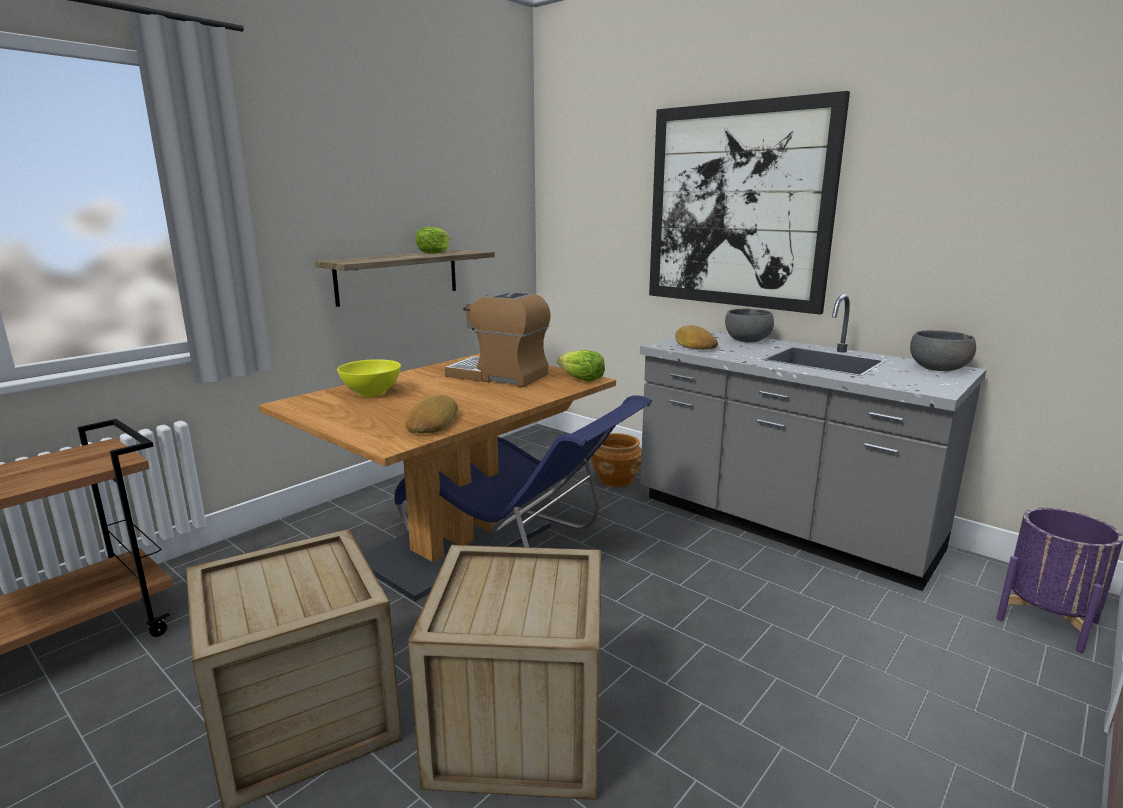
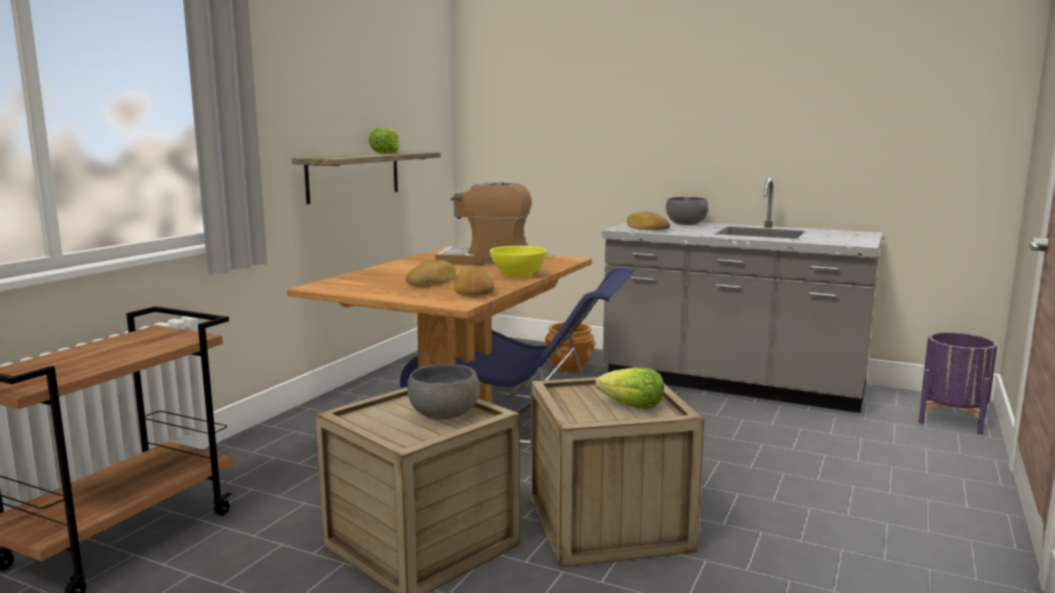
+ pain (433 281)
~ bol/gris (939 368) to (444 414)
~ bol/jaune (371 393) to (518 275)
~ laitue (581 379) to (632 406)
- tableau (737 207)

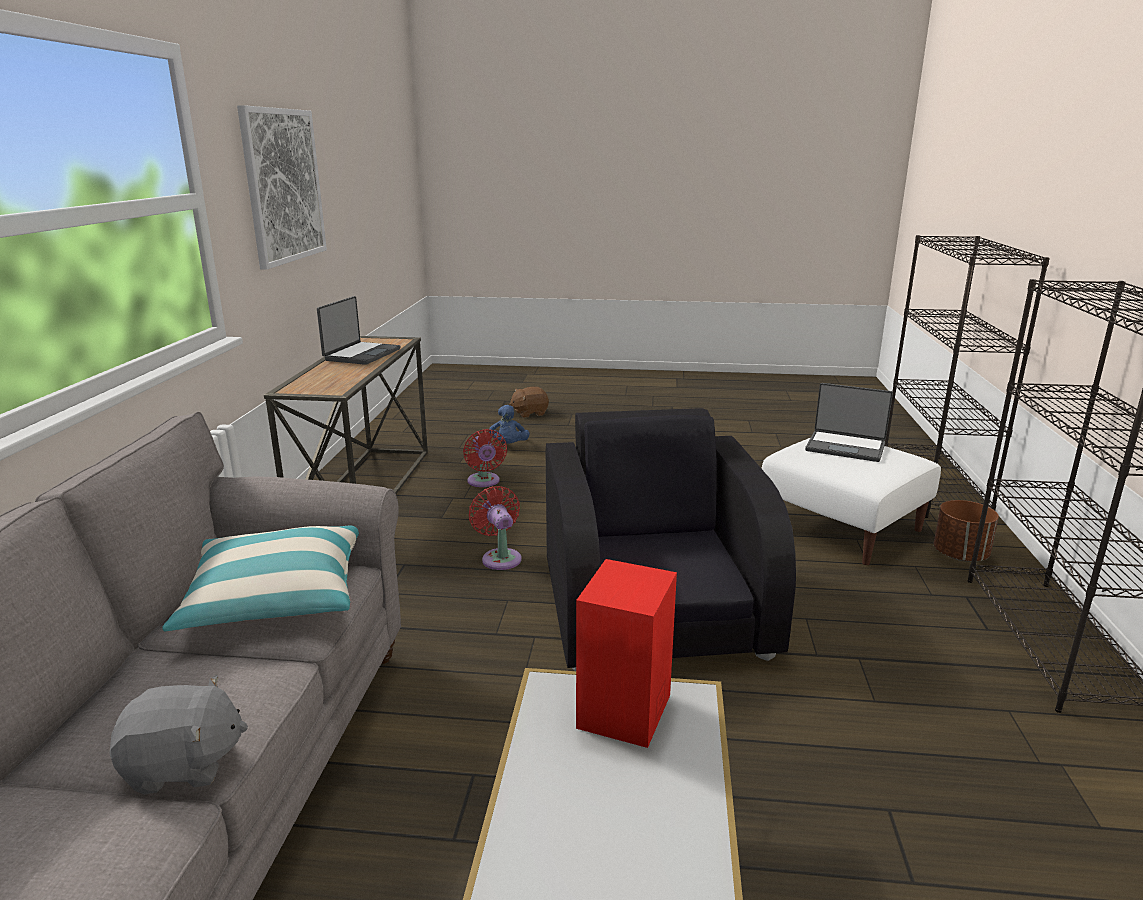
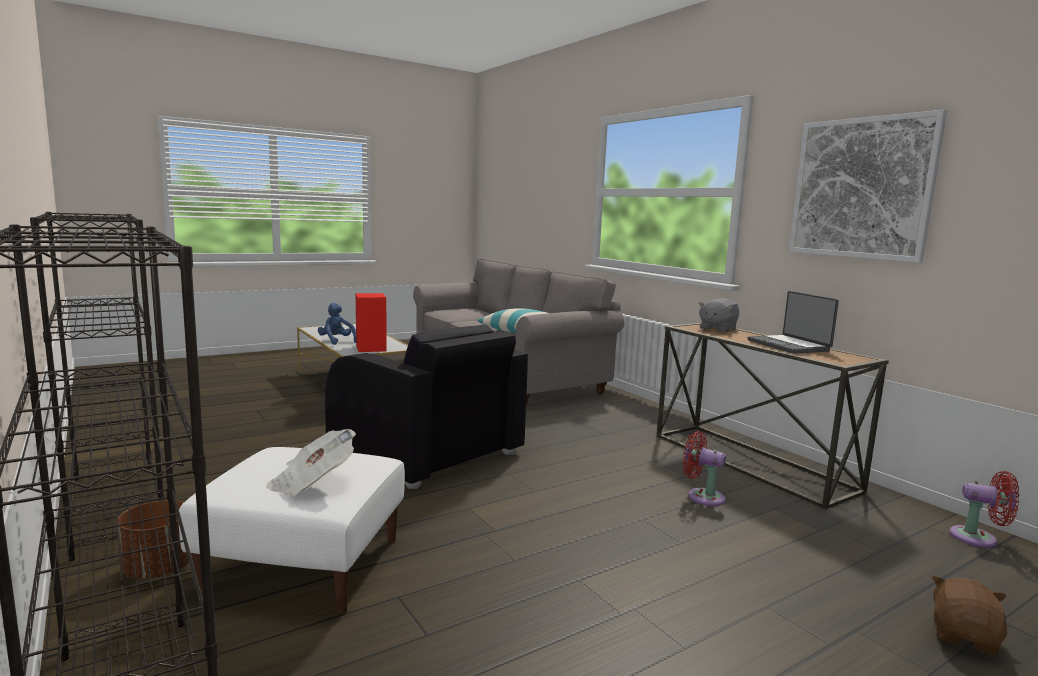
~ ordinateur portable (845 447) to journal (312 483)
~ peluche/bleu (509 446) to (337 341)
~ peluche/gris (184 765) to (717 329)
~ ventilateur/rouge (500 557) to (979 539)

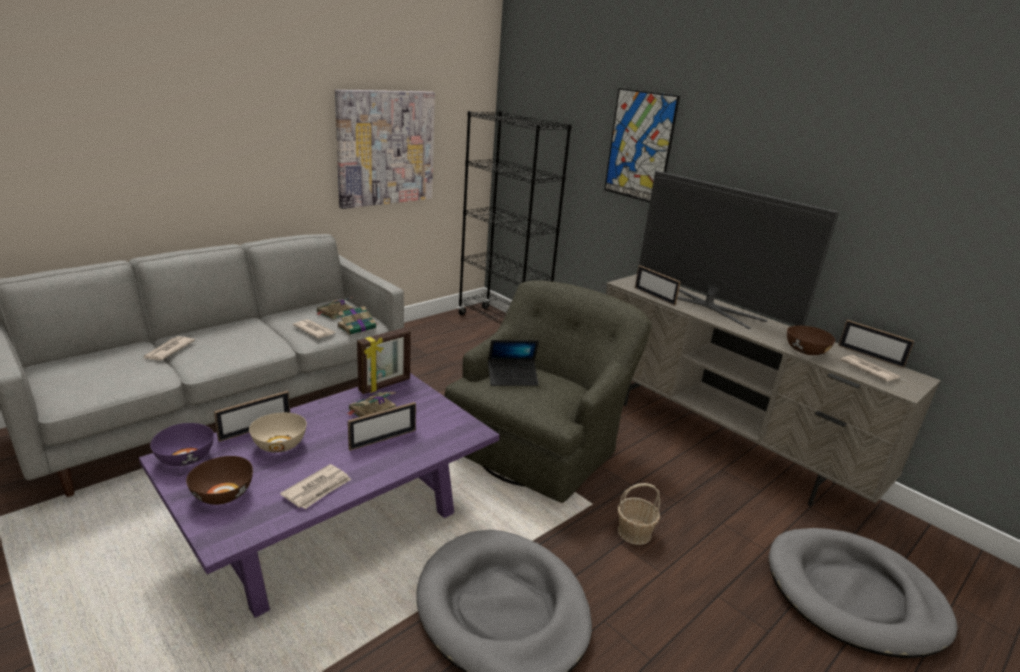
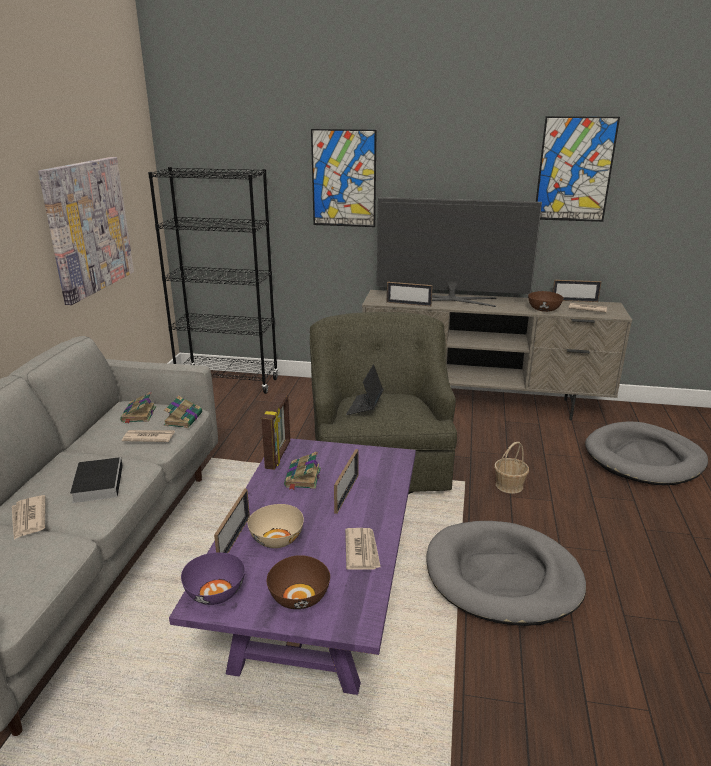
+ livre (98 482)
~ ordinateur portable (512 378) = (365 407) 150 degrees clockwise
+ tableau (574 170)

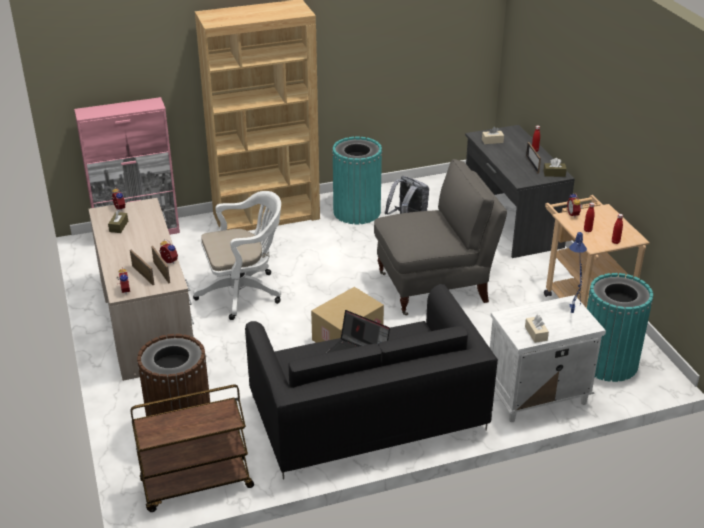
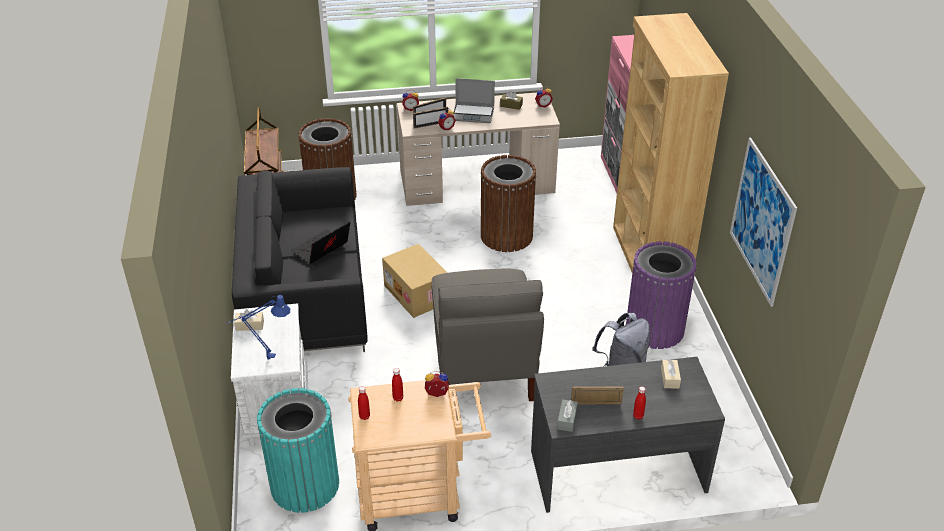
+ ordinateur portable (473 114)
~ chaise de bureau/blanc (244 292) to poubelle/marron (506 236)
~ boîte à mouchoirs/marron (554 174) to boîte à mouchoirs/gris (567 419)
~ poubelle/turquoise (357 212) to poubelle/violet (654 329)
+ tableau (761 221)

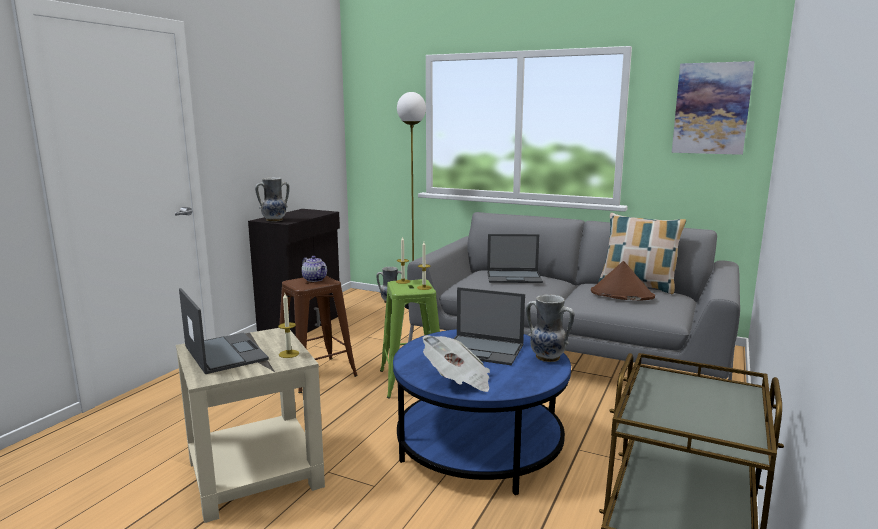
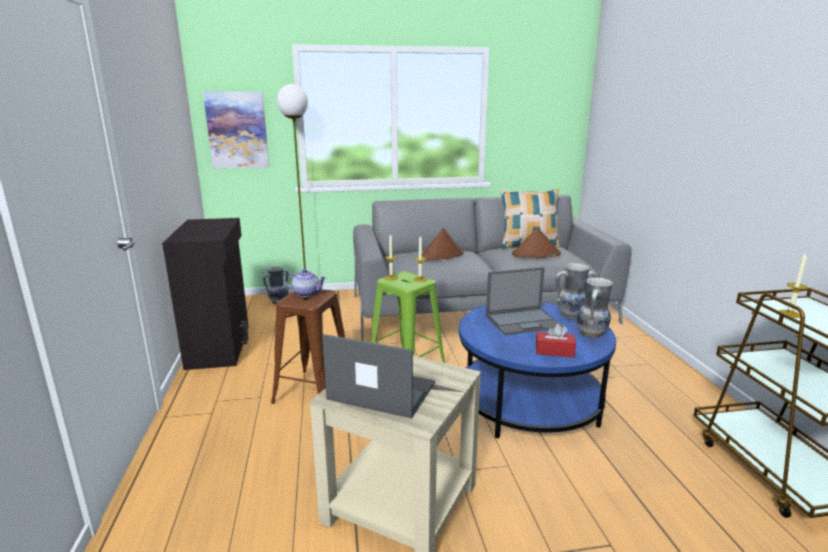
~ tableau (711 108) to (237 130)
~ ordinateur portable (514 277) to chapeau/marron (442 255)
~ journal (458 380) to boîte à mouchoirs/rouge (554 351)
~ vase (274 220) to (592 333)
~ bougie (289 354) to (789 314)

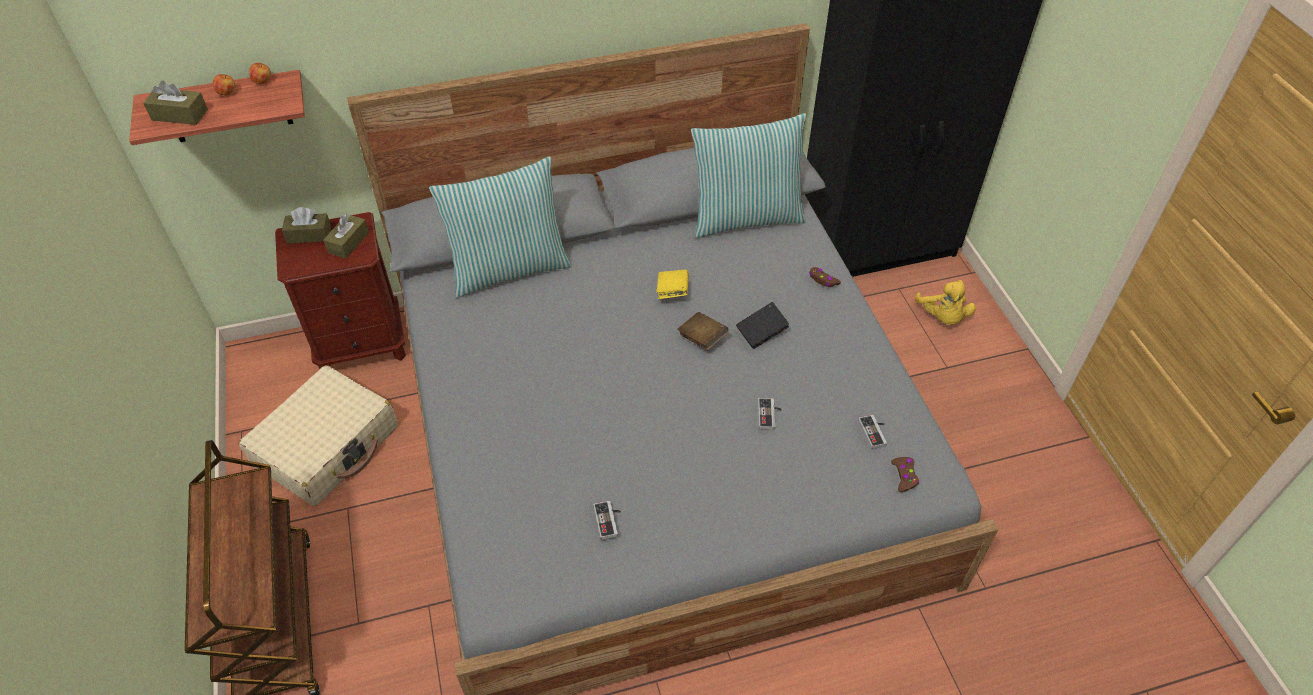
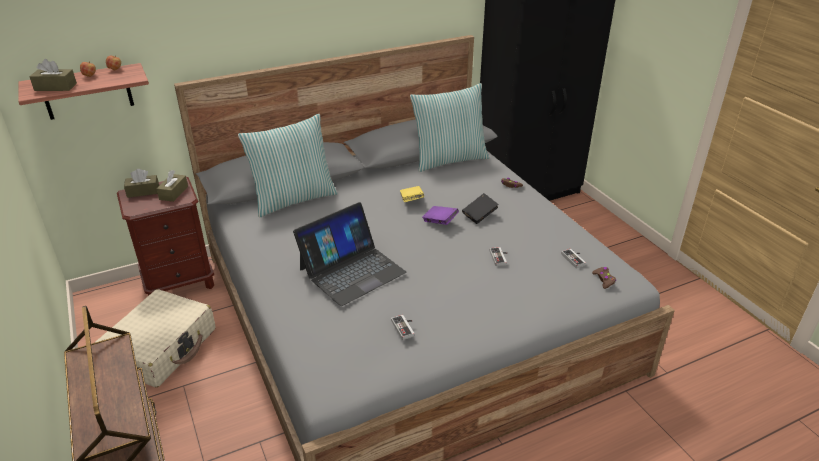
+ ordinateur portable (352 270)
~ livre/marron (702 338) to livre/violet (440 222)
- peluche/jaune (942 317)

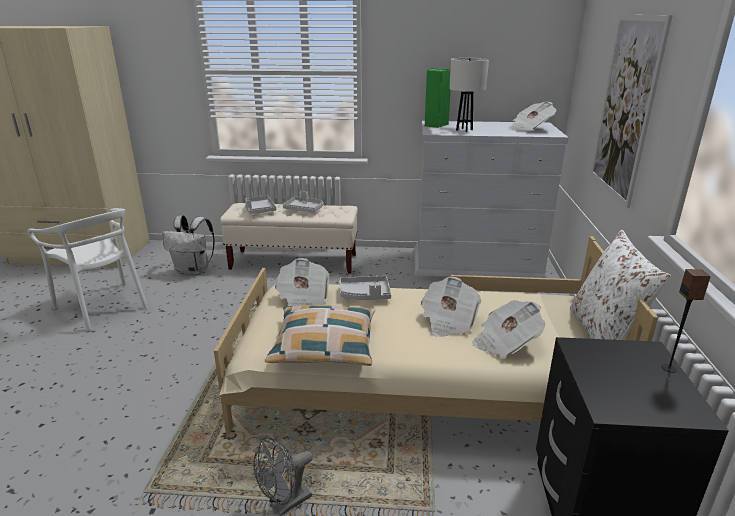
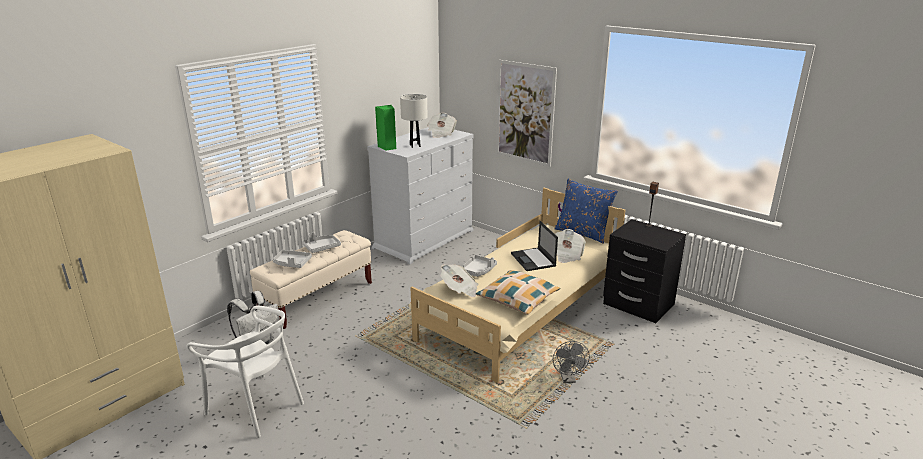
~ chaise/blanc (103 306) = (256 406) 45 degrees clockwise
~ journal (448 321) to ordinateur portable (533 260)
~ coussin/blanc (604 335) to coussin/bleu (583 233)

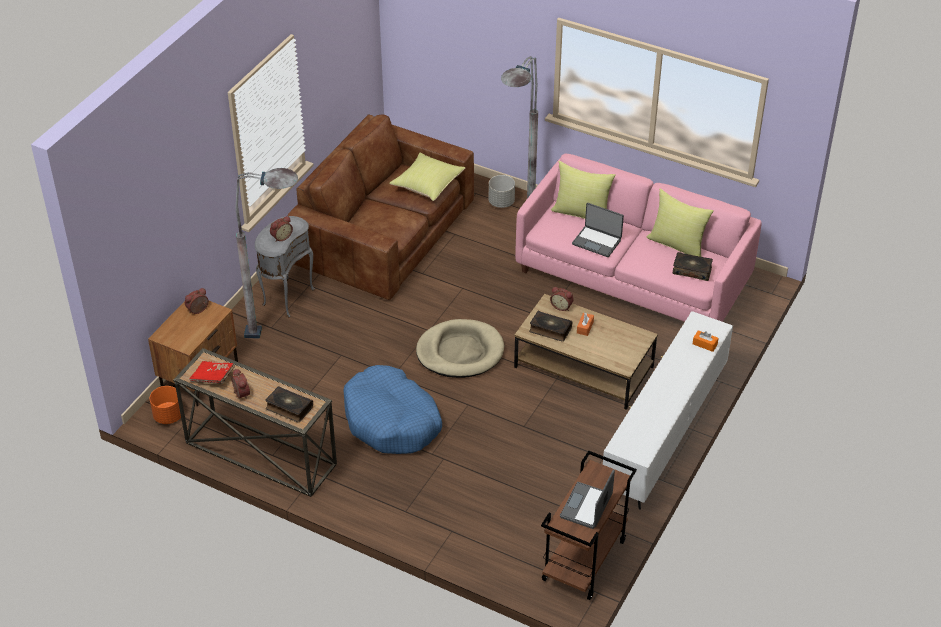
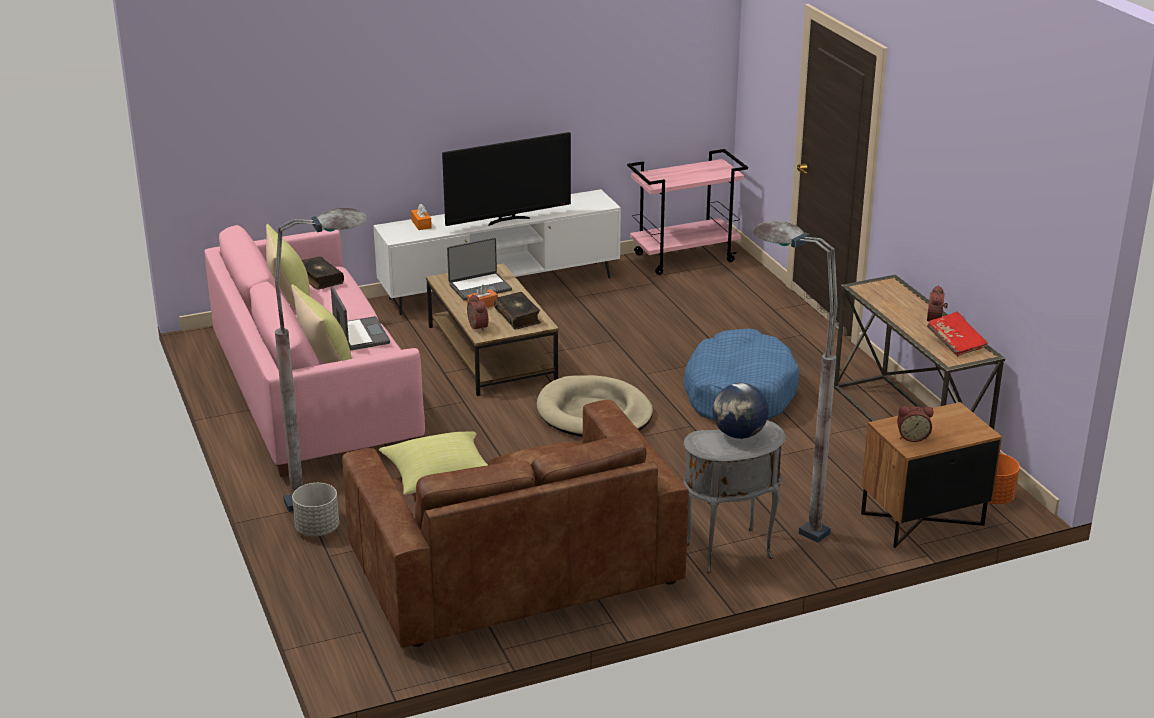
+ téléviseur (508 220)
~ ordinateur portable (587 507) to (479 287)
~ chariot/marron (584 561) to chariot/rose (685 257)
~ réveil (281 237) to globe (738 434)
- livre (289 408)

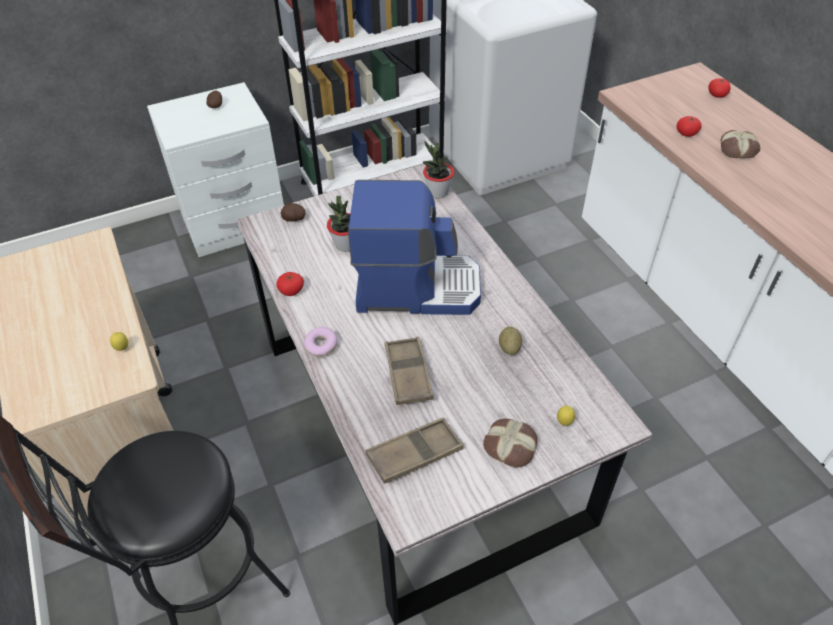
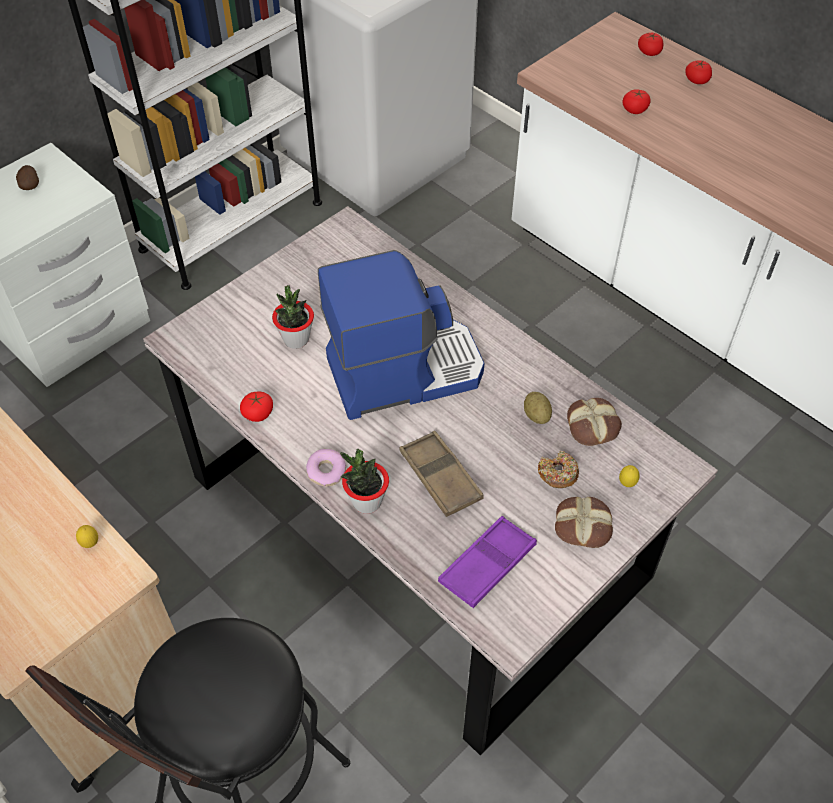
~ plante en pot (438 192) to (366 501)
~ plateau/marron (414 454) to plateau/violet (487 565)
+ beignet (557 474)
~ pain (738 149) to (593 426)
+ tomate (697 80)
- pomme de terre (294 219)

